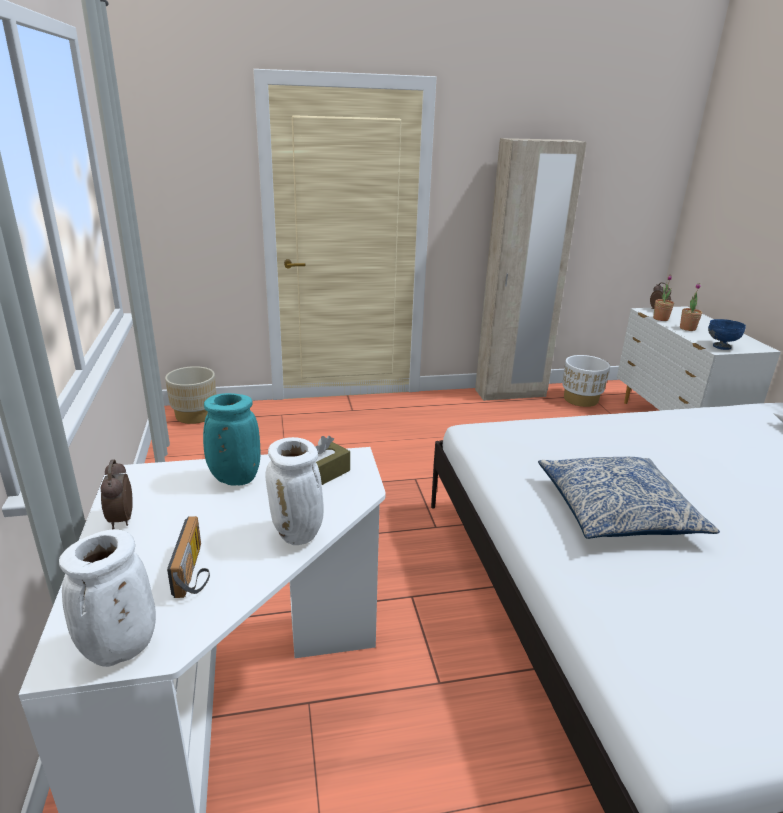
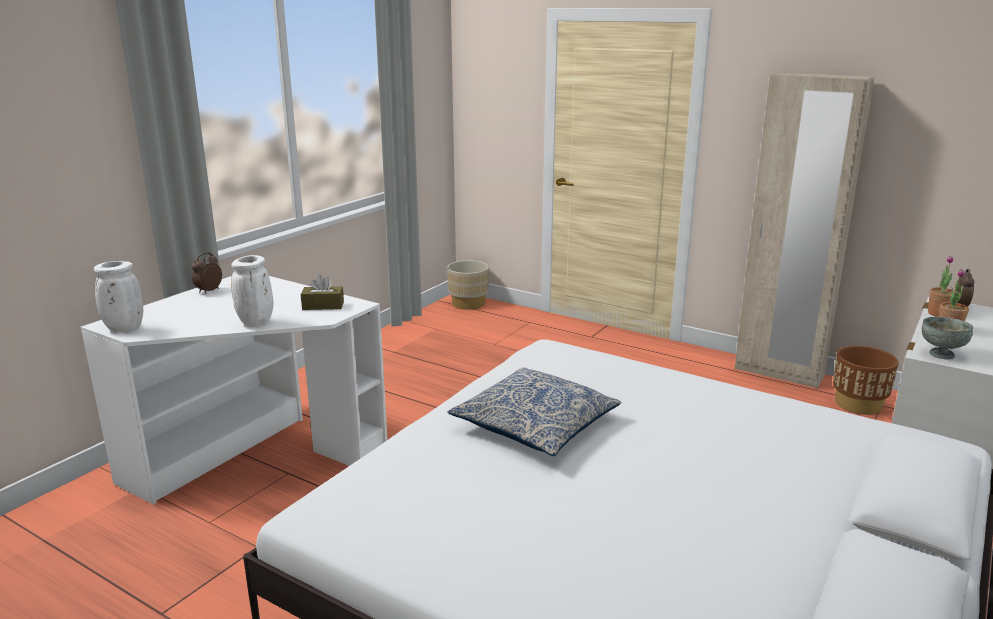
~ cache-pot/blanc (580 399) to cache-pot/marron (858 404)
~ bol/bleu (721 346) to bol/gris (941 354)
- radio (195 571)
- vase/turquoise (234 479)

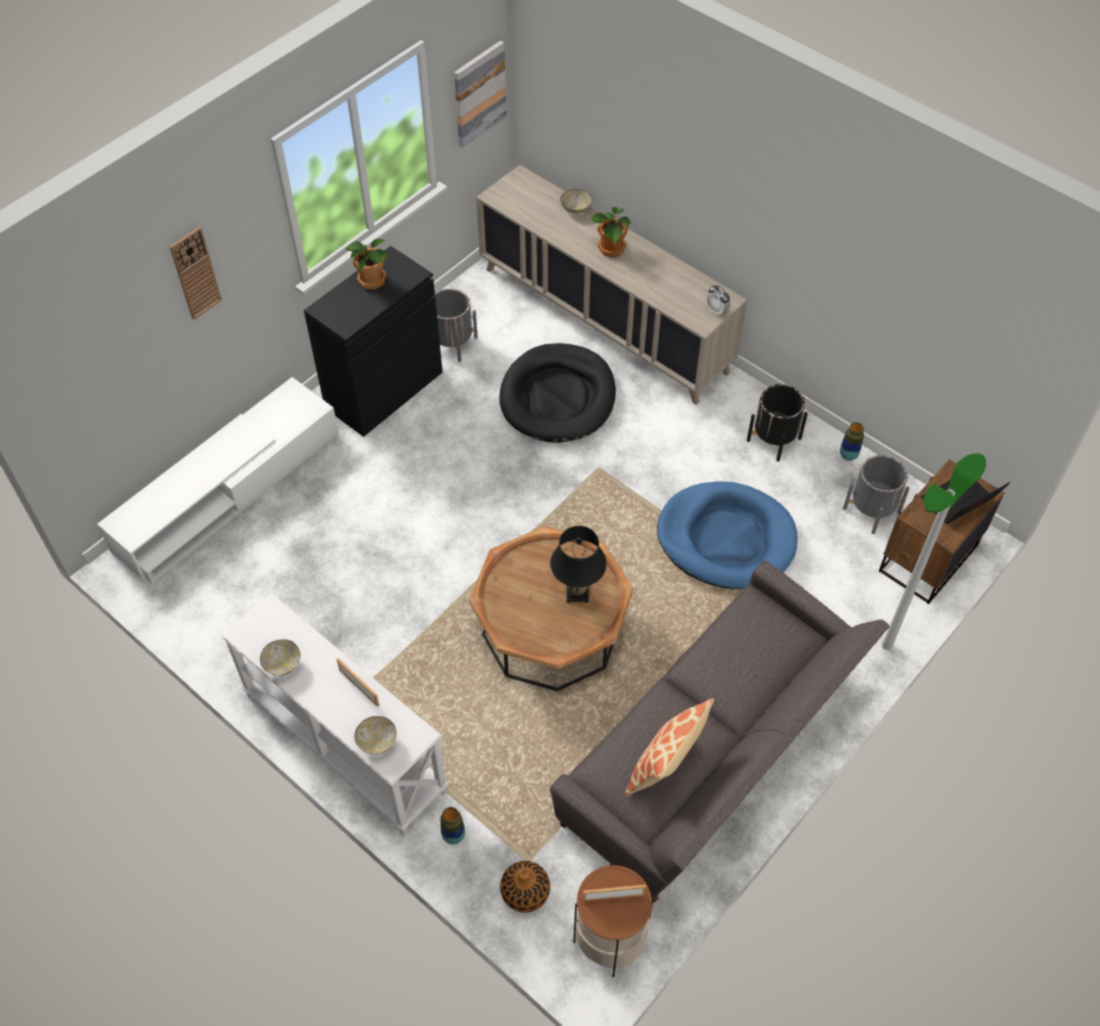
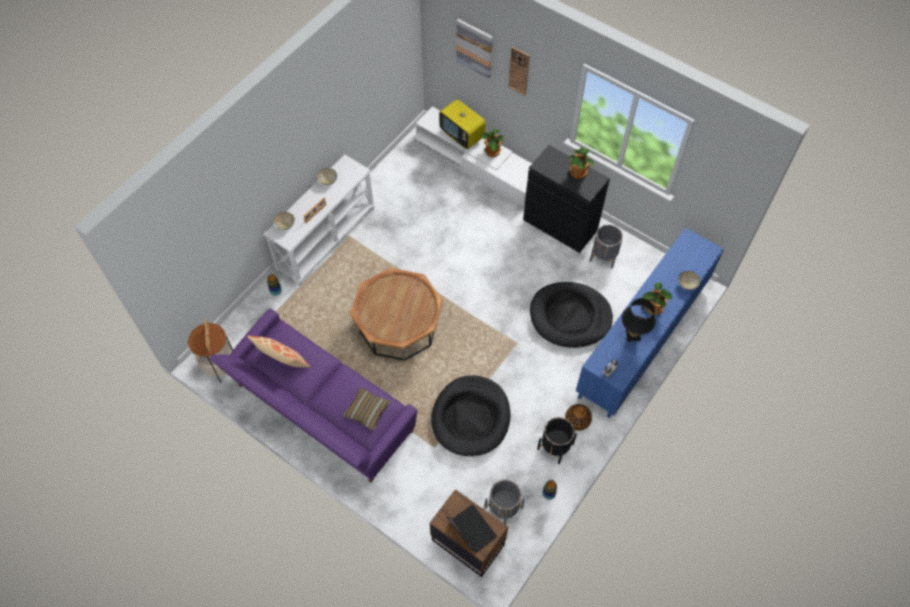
~ canapé/gris (711 757) to canapé/violet (321 411)
+ coussin (367 411)
~ panier pour chien/bleu (726 538) to panier pour chien/noir (471 417)
+ téléviseur (462 136)
~ tableau (479 93) to (475 48)
+ plante en pot (492 152)
~ vase (525 892) to (577 421)
~ meuble de rangement/beige (604 319) to meuble de rangement/bleu (643 339)
~ lampe de table/noir (577 593) to (632 335)
- lampadaire (887 646)

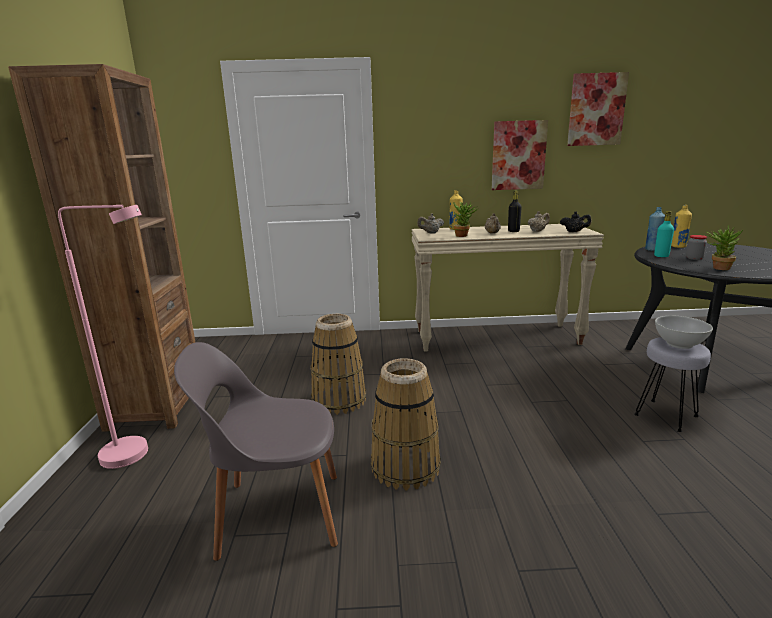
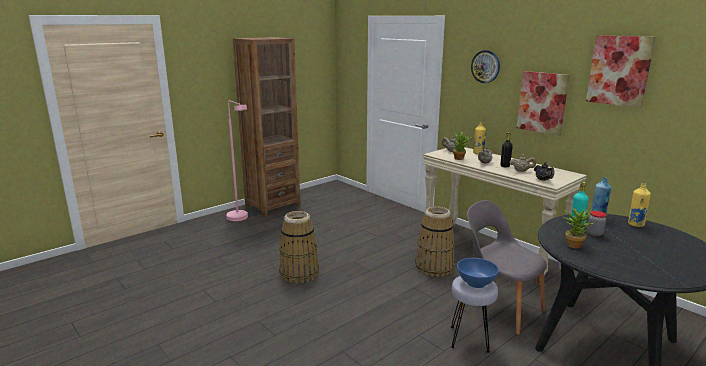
~ panier (339 400) to (434 267)
~ bol/blanc (679 344) to bol/bleu (476 283)
~ chaise/gris (276 513) to (499 307)
+ horloge murale (485 66)

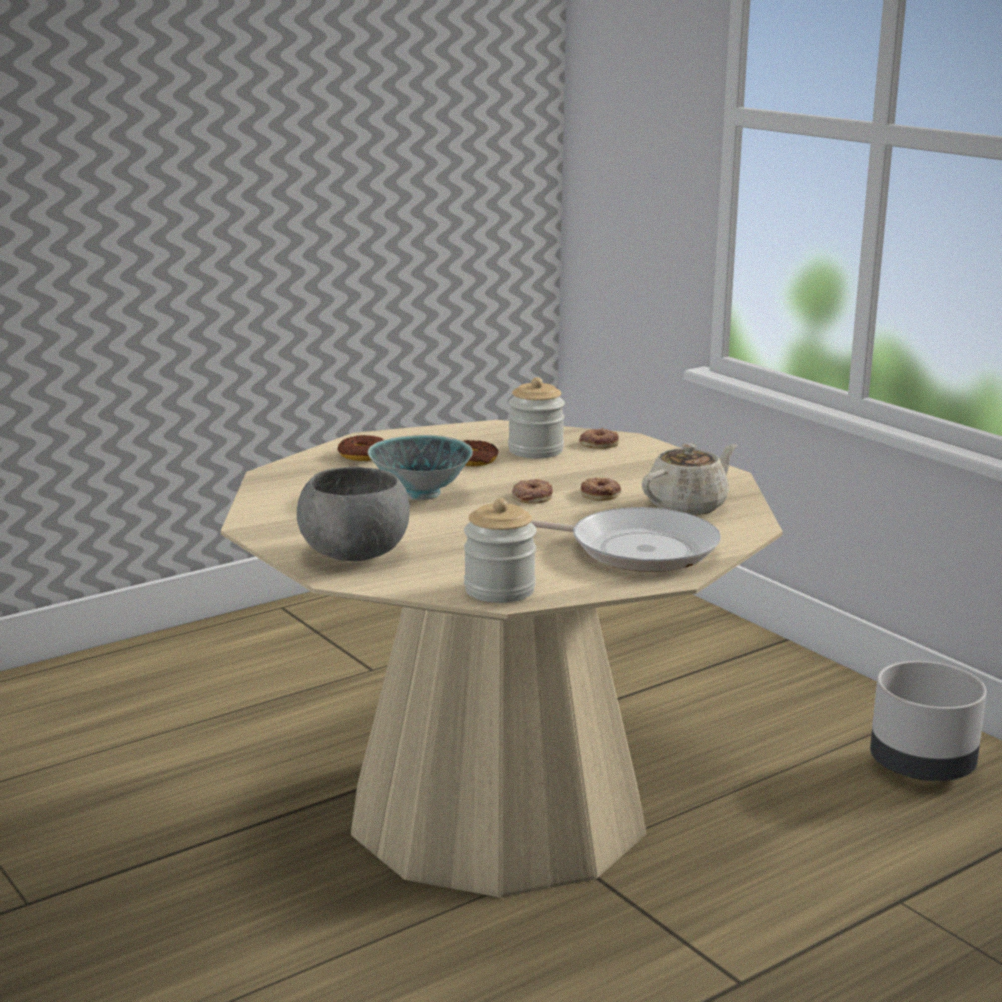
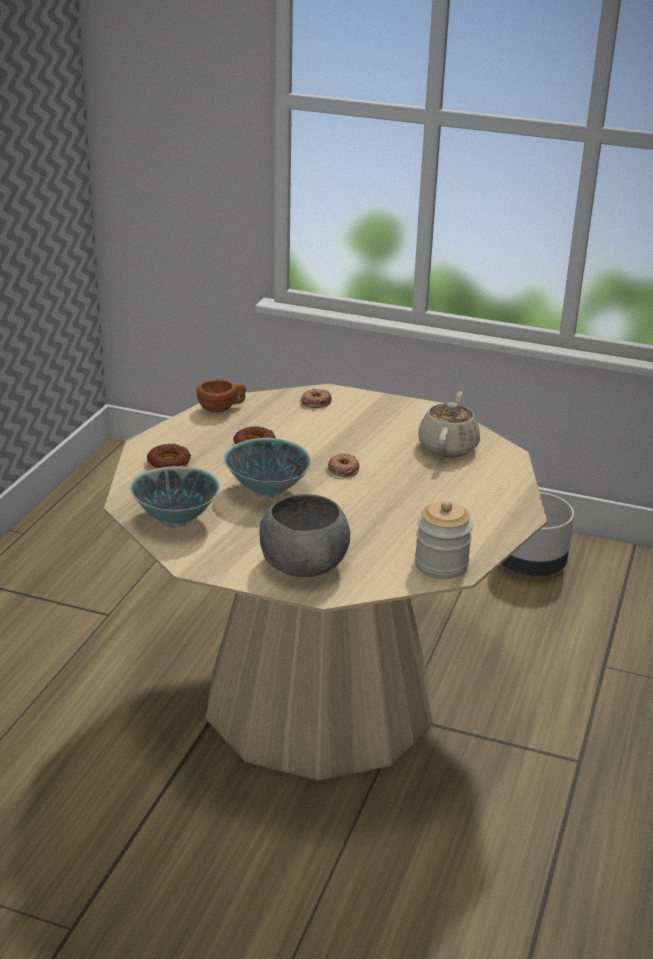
+ bol (176 520)
+ tasse/marron (222 409)
- bocal (535 451)
- poêle (635 549)
- beignet (600 494)

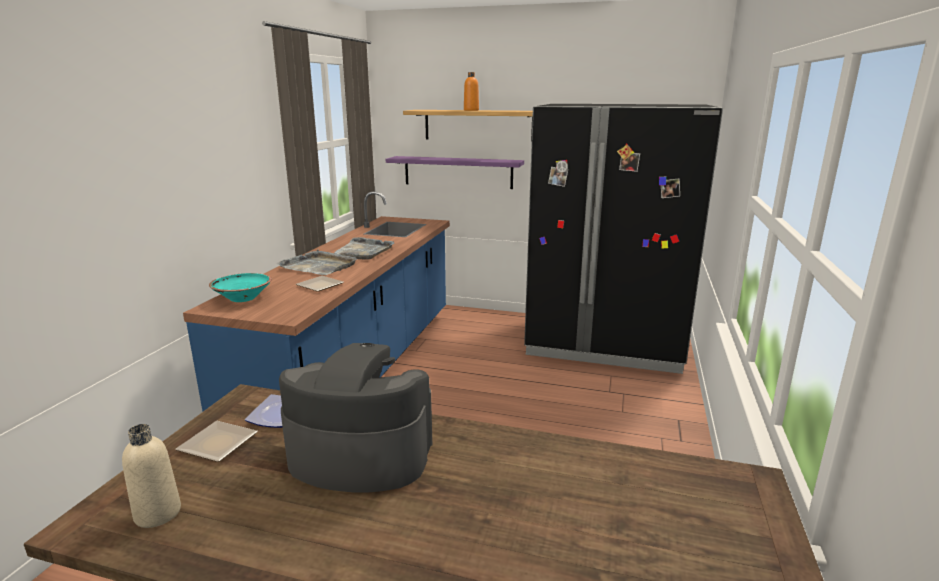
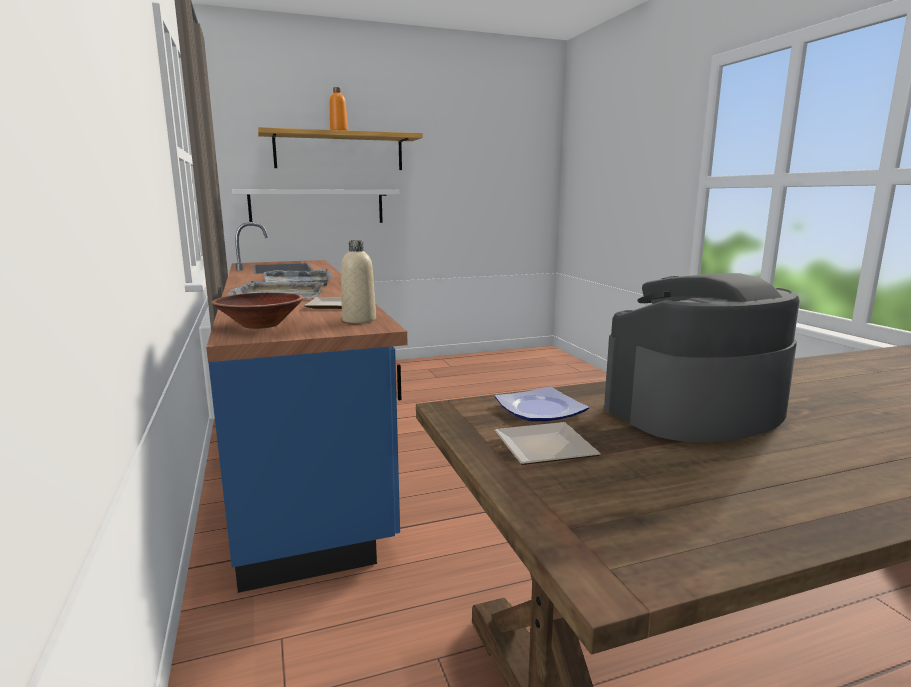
~ bol/turquoise (242 298) to bol/marron (260 325)
~ étagère/violet (458 172) to étagère/blanc (317 206)
~ bouteille/beige (158 513) to (359 320)
- réfrigérateur/noir (604 343)

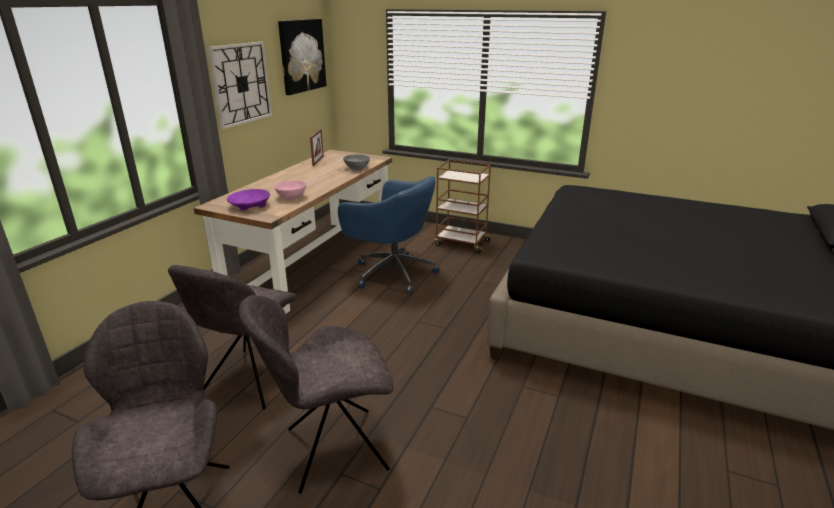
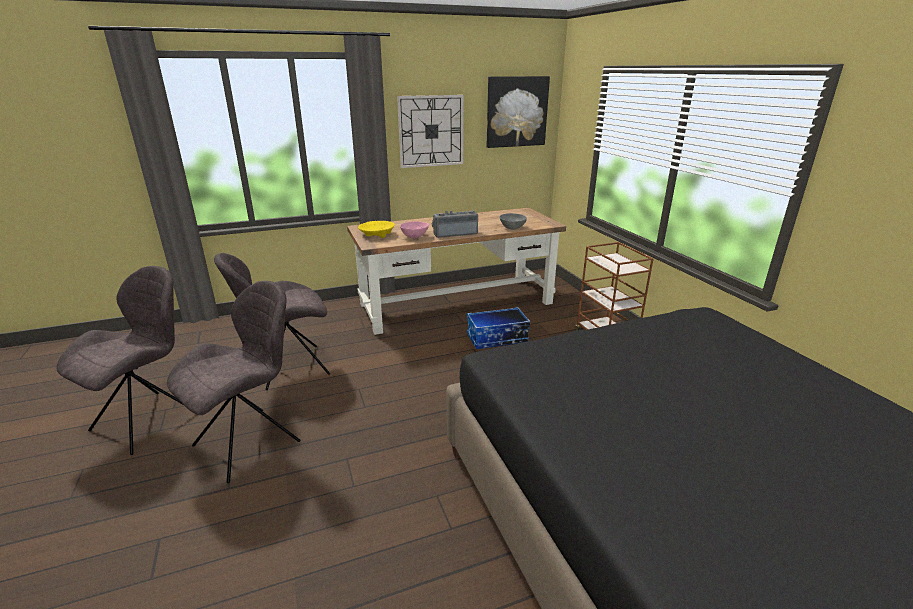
~ chaise/gris (331 450) = (251 441) 105 degrees clockwise
~ bol/violet (250 206) to bol/jaune (377 234)
+ radio (455 233)
~ chaise de bureau/bleu (392 273) to boîte de rangement (497 339)
- cadre photo (318 161)

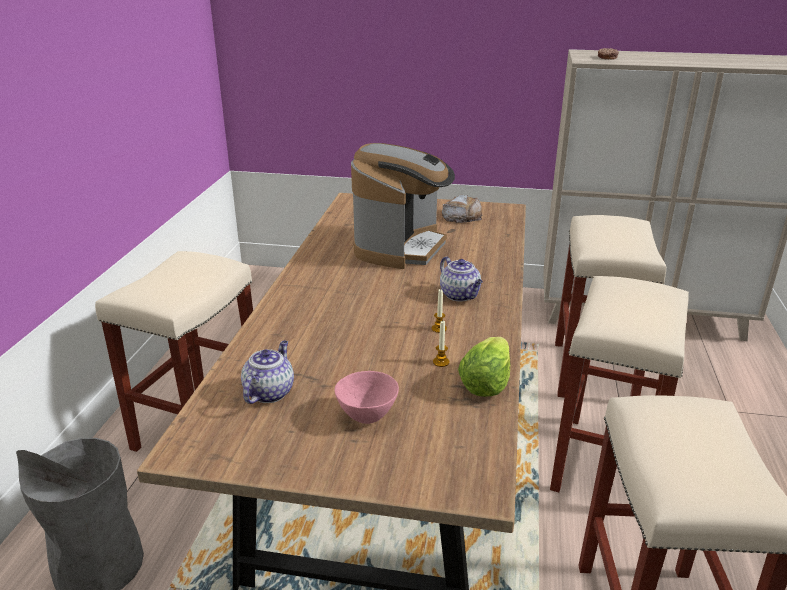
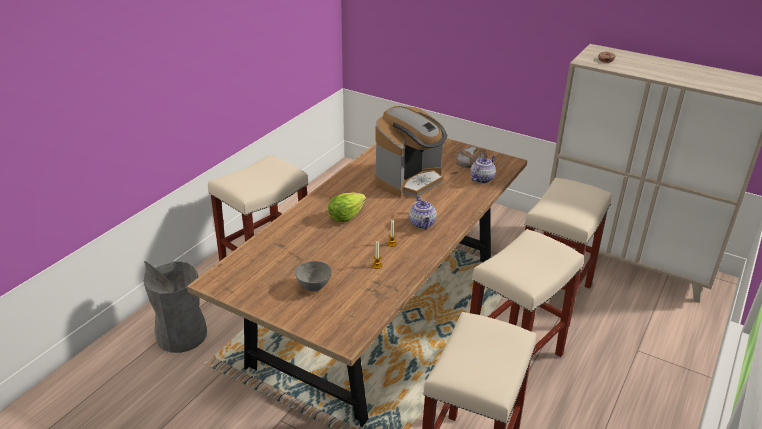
~ bol/rose (367 417) to bol/gris (313 287)
~ laitue (485 384) to (346 216)
~ théière (269 392) to (482 179)

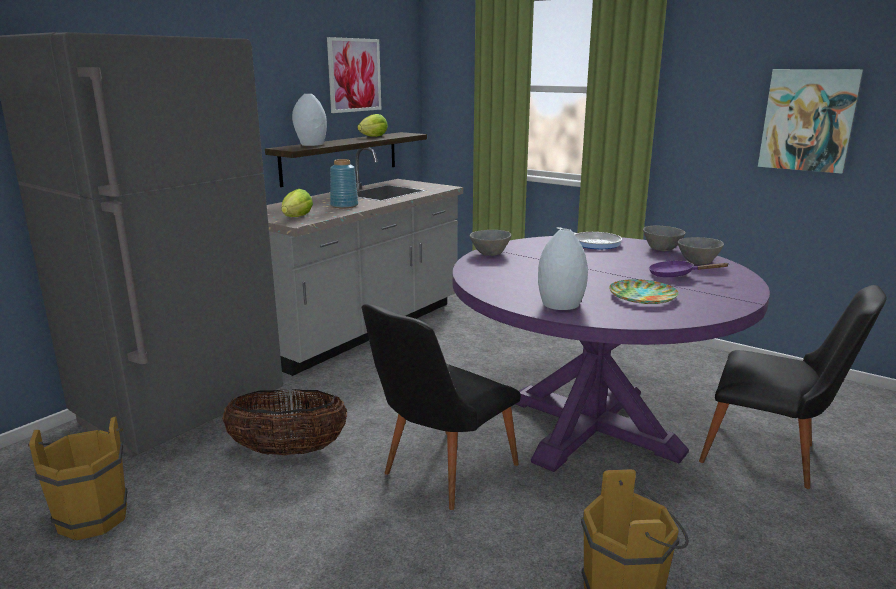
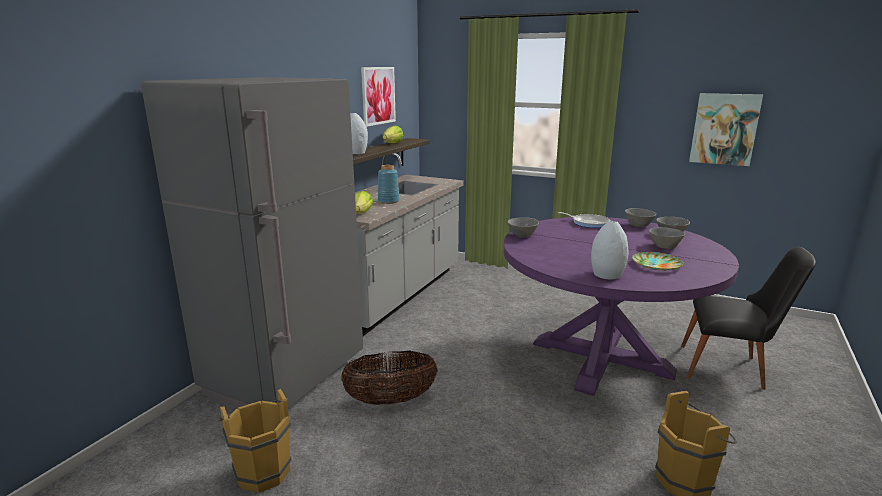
~ poêle/violet (676 275) to bol/gris (665 246)
- chaise/noir (440 473)

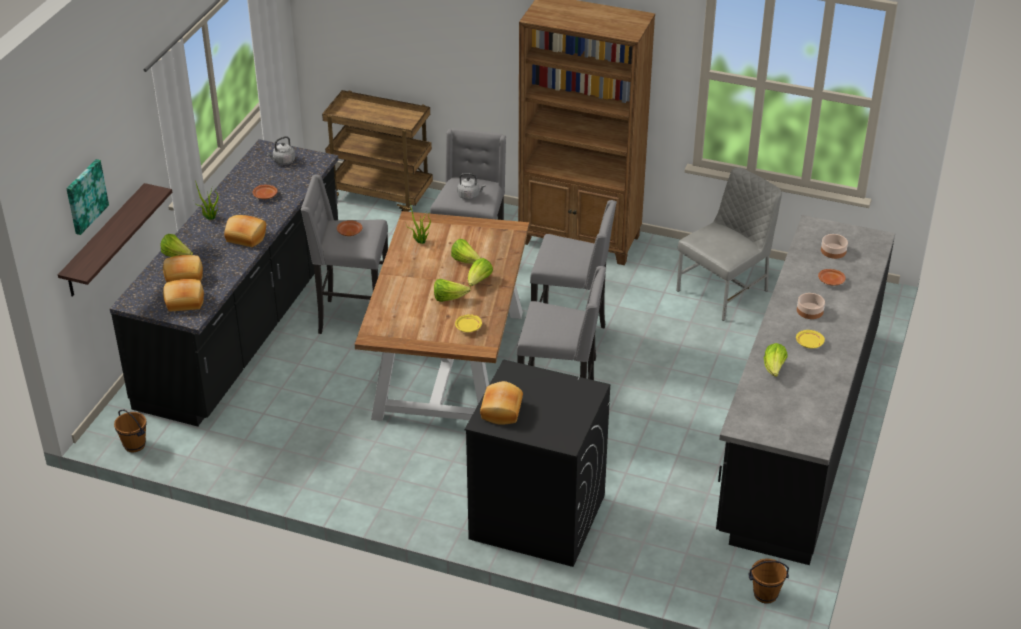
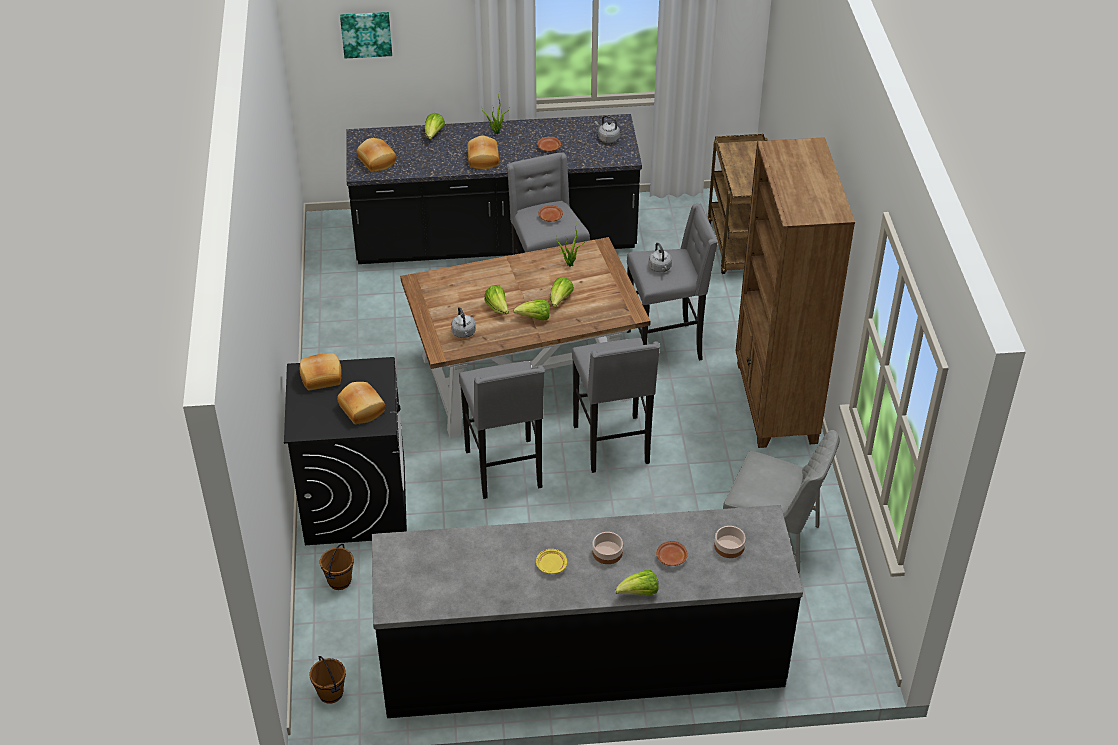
~ seau/marron (134 445) to (339 581)
~ pain (184 276) to (363 409)
~ assiette/jaune (468 327) to bouilloire/gris (464 333)
~ laitue (774 369) to (639 593)
- étagère (105 241)

